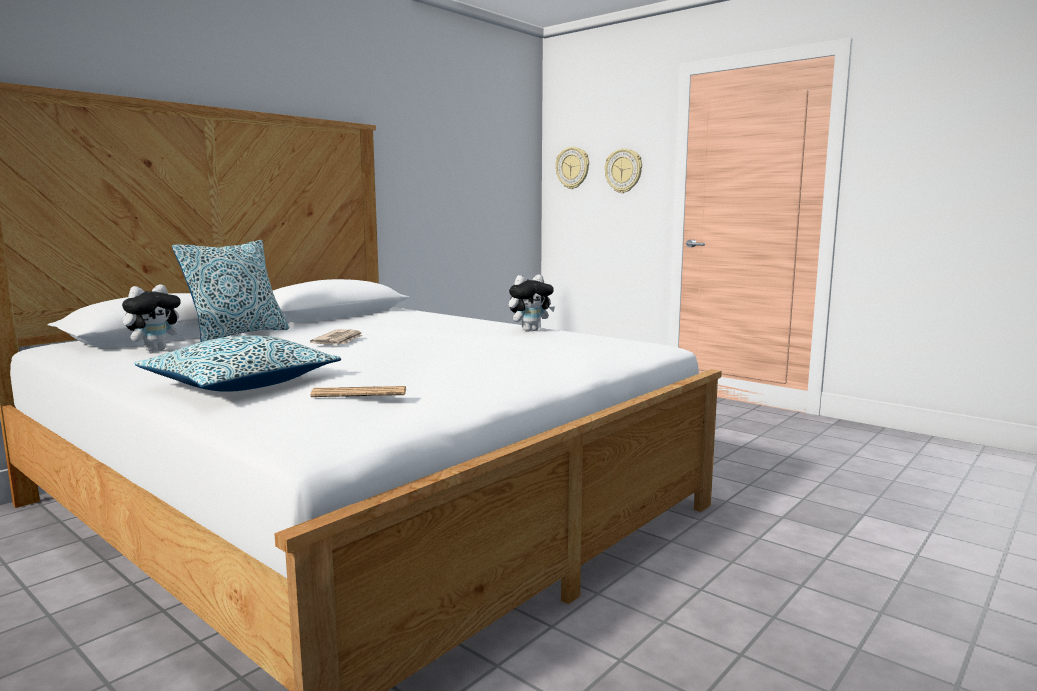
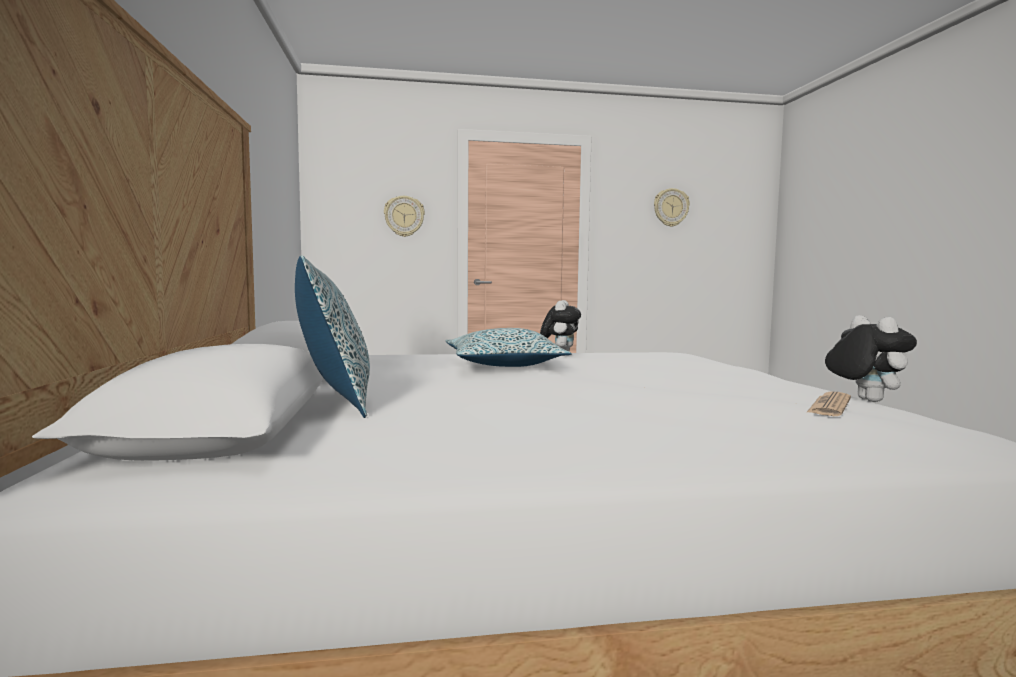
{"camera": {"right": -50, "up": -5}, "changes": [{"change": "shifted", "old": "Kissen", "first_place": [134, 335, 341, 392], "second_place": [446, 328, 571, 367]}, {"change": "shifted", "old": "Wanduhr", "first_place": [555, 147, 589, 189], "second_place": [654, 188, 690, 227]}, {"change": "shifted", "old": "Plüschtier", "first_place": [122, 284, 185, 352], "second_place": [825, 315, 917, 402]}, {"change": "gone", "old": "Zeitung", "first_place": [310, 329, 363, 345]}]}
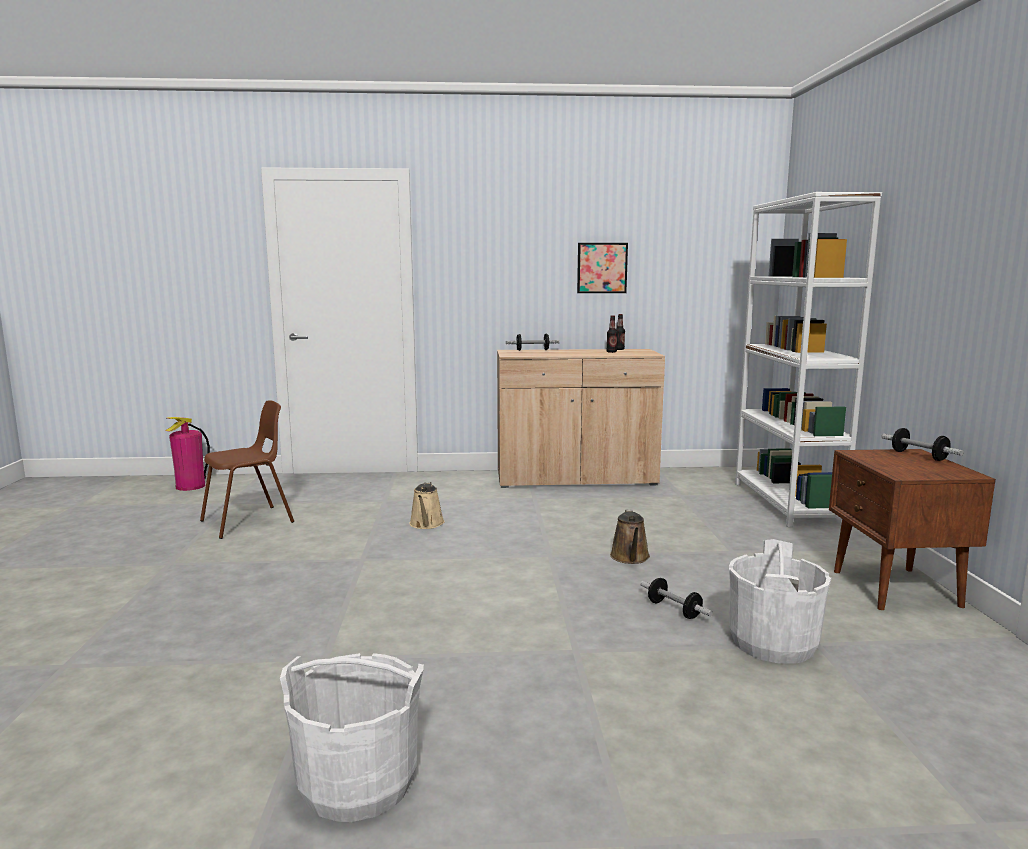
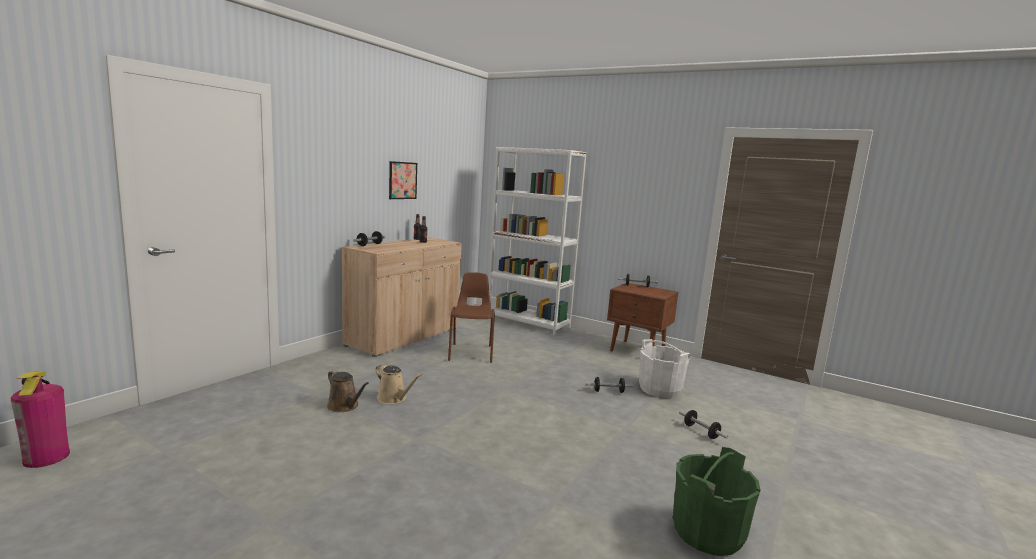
{"camera": {"right": -55, "up": 0}, "changes": [{"change": "shifted", "old": "Gießkanne [braun]", "first_place": [610, 509, 650, 564], "second_place": [327, 370, 369, 412]}, {"change": "shifted", "old": "Stuhl [braun]", "first_place": [200, 400, 294, 539], "second_place": [448, 272, 495, 363]}, {"change": "repainted", "old": "Eimer [weiß]", "new": "Eimer [grün]", "first_place": [280, 653, 424, 822], "second_place": [673, 447, 760, 556]}, {"change": "new", "new": "Hantel", "second_place": [679, 410, 728, 439]}]}
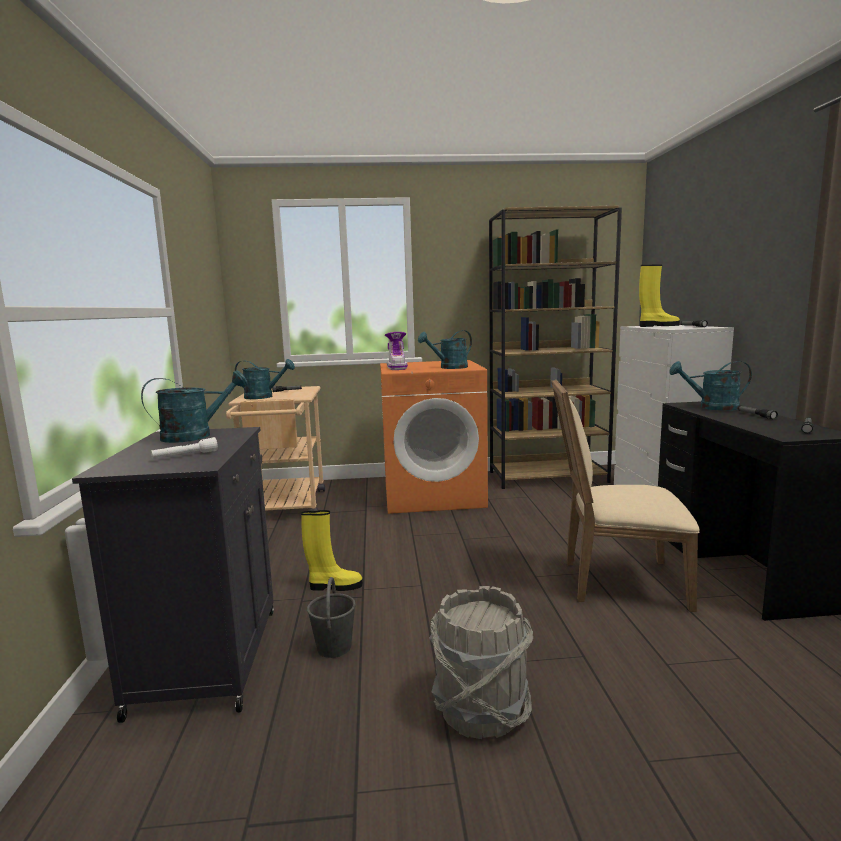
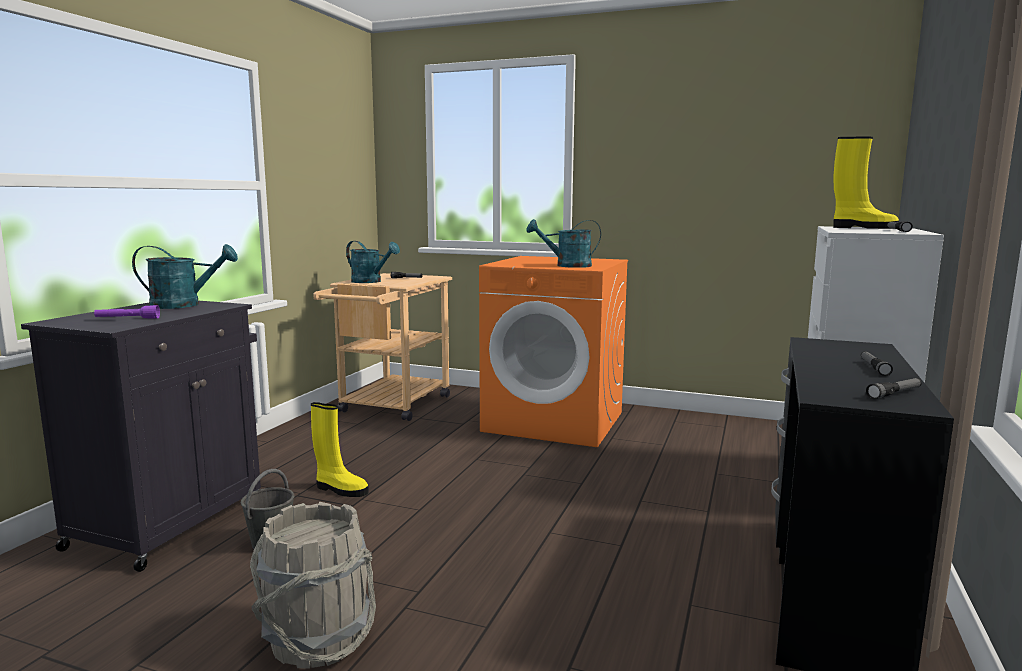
{"camera": {"right": 25, "up": 0}, "changes": [{"change": "repainted", "old": "Taschenlampe [weiß]", "new": "Taschenlampe [lila]", "first_place": [151, 437, 218, 458], "second_place": [94, 305, 160, 319]}, {"change": "gone", "old": "Stiefel", "first_place": [385, 332, 408, 370]}, {"change": "gone", "old": "Bücherregal [braun]", "first_place": [489, 206, 622, 489]}, {"change": "gone", "old": "Stuhl [beige]", "first_place": [551, 379, 700, 612]}, {"change": "gone", "old": "Gießkanne [türkis]", "first_place": [669, 361, 752, 411]}]}
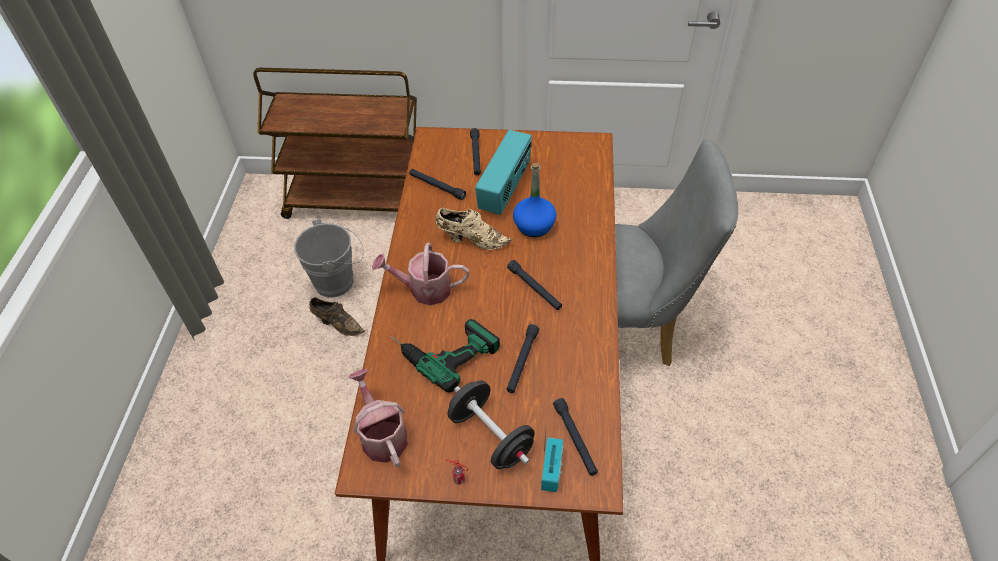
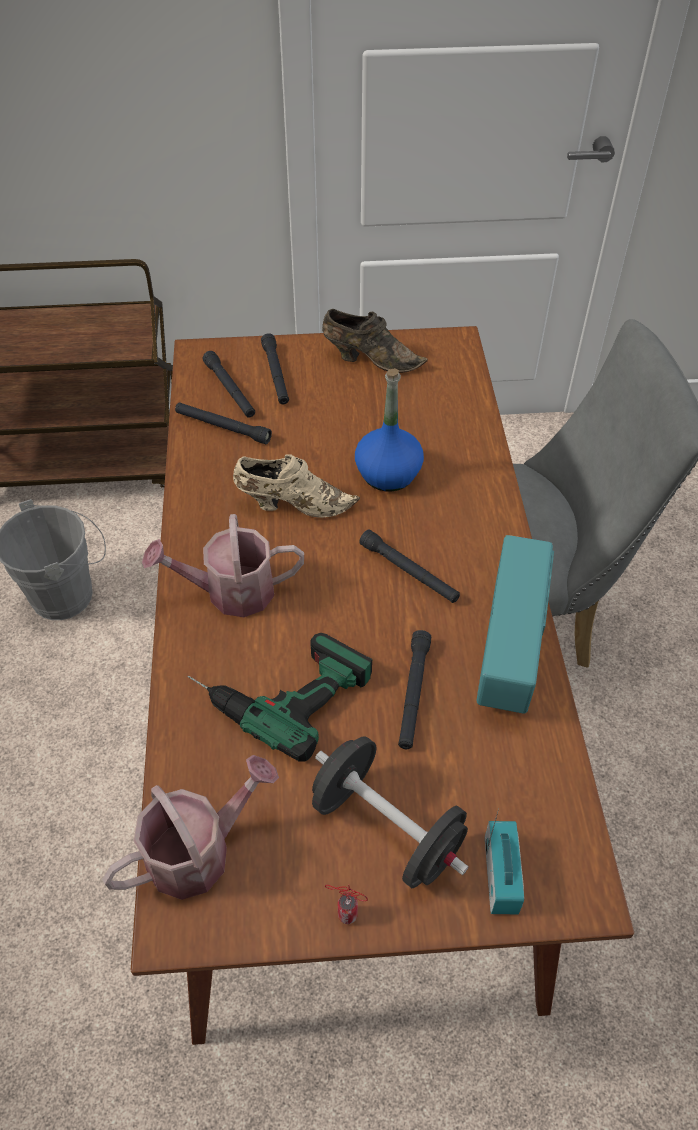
{"camera": {"right": -10, "up": 0}, "changes": [{"change": "rotated", "old": "Gießkanne", "first_place": [348, 369, 408, 467], "second_place": [102, 755, 279, 900], "degrees": 90}, {"change": "shifted", "old": "Taschenlampe [schwarz]", "first_place": [553, 398, 598, 476], "second_place": [203, 351, 255, 418]}, {"change": "shifted", "old": "Schuh [braun]", "first_place": [309, 297, 365, 336], "second_place": [322, 309, 428, 373]}, {"change": "shifted", "old": "Radio", "first_place": [475, 130, 532, 215], "second_place": [476, 535, 554, 713]}]}
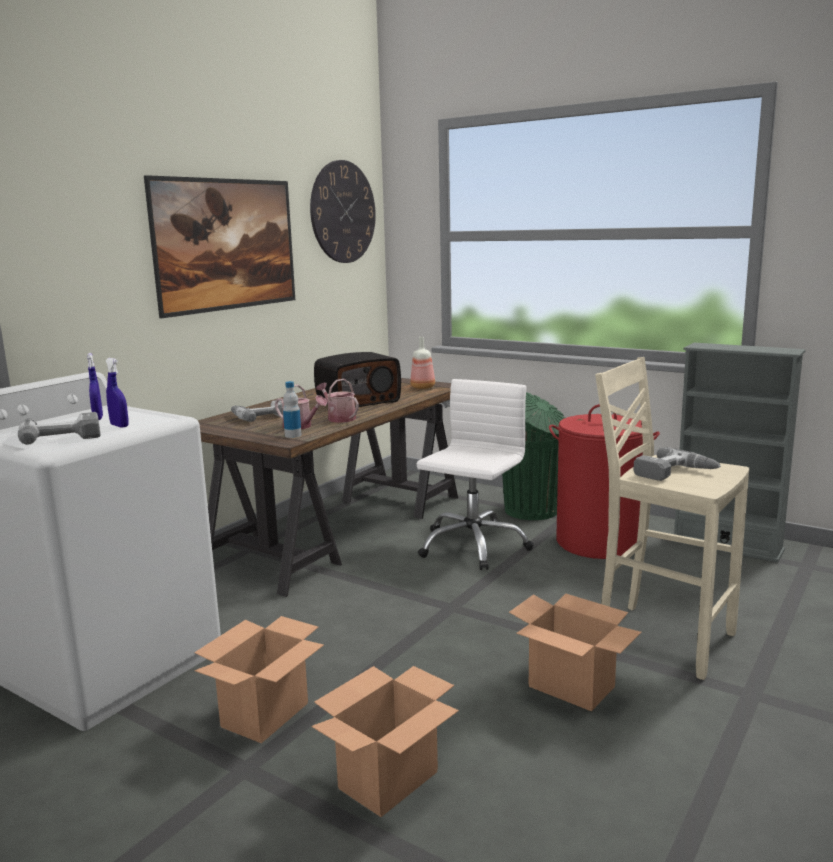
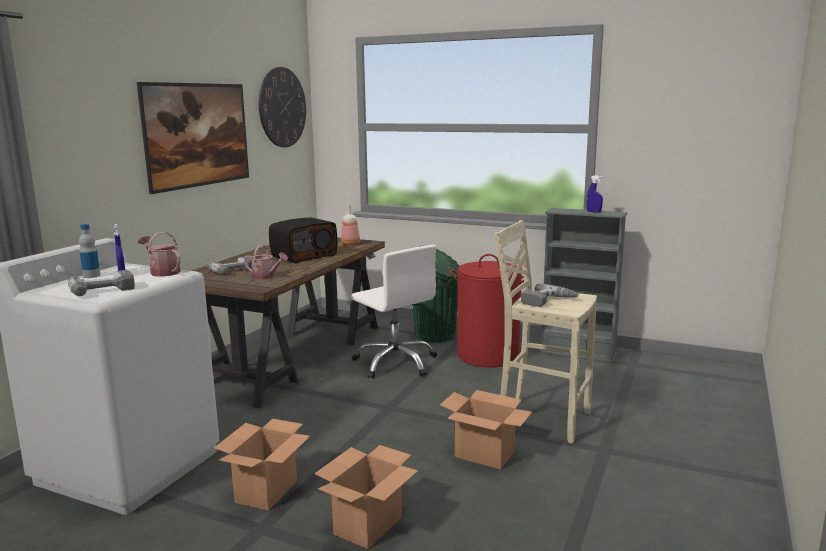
{"camera": {"right": -10, "up": 0}, "changes": [{"change": "shifted", "old": "Flasche", "first_place": [283, 381, 301, 438], "second_place": [79, 224, 100, 278]}, {"change": "shifted", "old": "Gießkanne", "first_place": [316, 379, 359, 423], "second_place": [138, 232, 181, 277]}, {"change": "rotated", "old": "Bürostuhl [weiß]", "first_place": [417, 379, 533, 570], "second_place": [351, 245, 437, 379], "degrees": 120}, {"change": "shifted", "old": "Sprühflasche [blau]", "first_place": [106, 358, 129, 428], "second_place": [586, 175, 603, 212]}]}
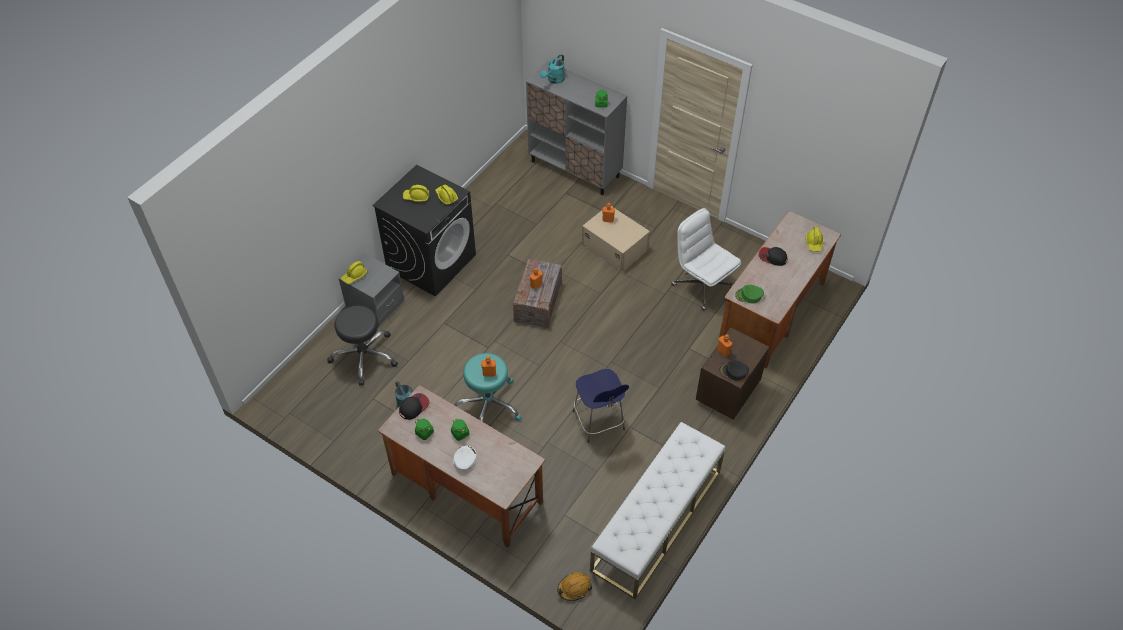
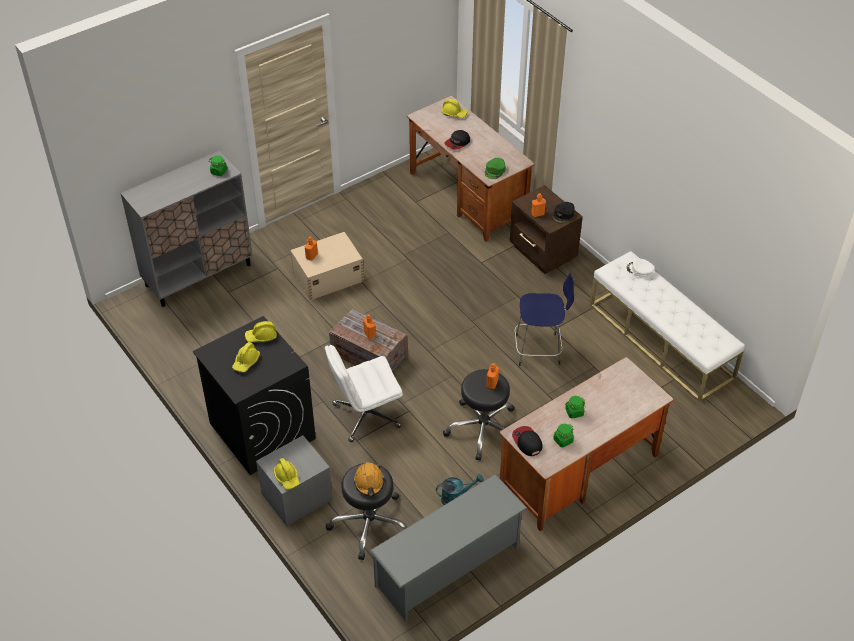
{"camera": {"right": -70, "up": -5}, "changes": [{"change": "shifted", "old": "Bürostuhl [weiß]", "first_place": [671, 208, 741, 311], "second_place": [325, 345, 403, 442]}, {"change": "shifted", "old": "Schutzhelm [orange]", "first_place": [557, 572, 592, 601], "second_place": [354, 462, 384, 496]}, {"change": "new", "new": "Schuhregal [grau]", "second_place": [370, 474, 527, 621]}, {"change": "repainted", "old": "Hocker [türkis]", "new": "Hocker [schwarz]", "first_place": [454, 353, 522, 422], "second_place": [443, 369, 515, 461]}, {"change": "shifted", "old": "Kappe [weiß]", "first_place": [453, 446, 476, 471], "second_place": [626, 258, 655, 278]}, {"change": "gone", "old": "Gießkanne [türkis]", "first_place": [540, 54, 565, 84]}]}
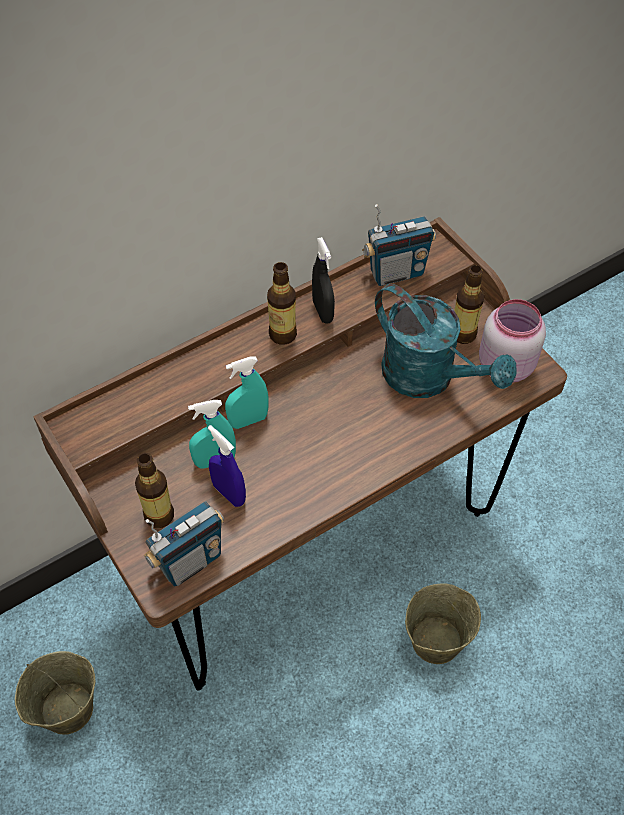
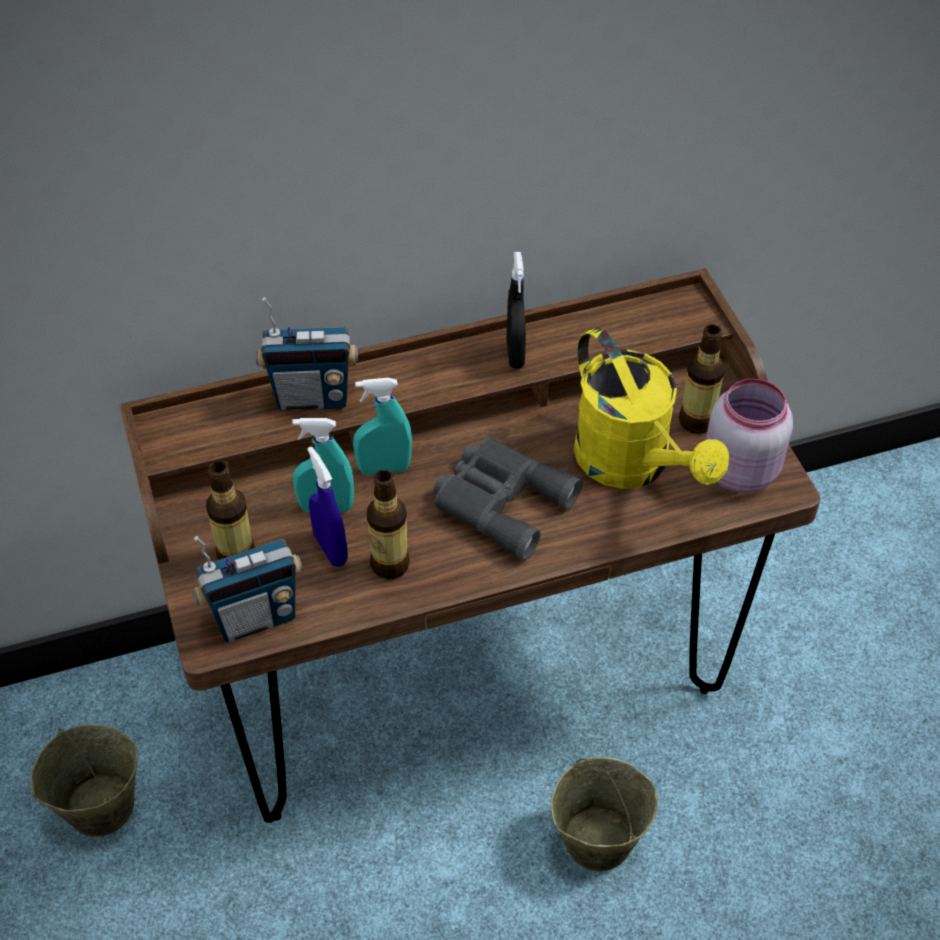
{"camera": {"right": 15, "up": -5}, "changes": [{"change": "shifted", "old": "Radio", "first_place": [362, 204, 436, 286], "second_place": [256, 297, 358, 411]}, {"change": "shifted", "old": "Flasche", "first_place": [267, 262, 297, 345], "second_place": [367, 470, 410, 579]}, {"change": "new", "new": "Fernglas [grau]", "second_place": [434, 437, 583, 561]}, {"change": "repainted", "old": "Gießkanne [türkis]", "new": "Gießkanne [gelb]", "first_place": [375, 284, 516, 398], "second_place": [574, 328, 729, 489]}]}
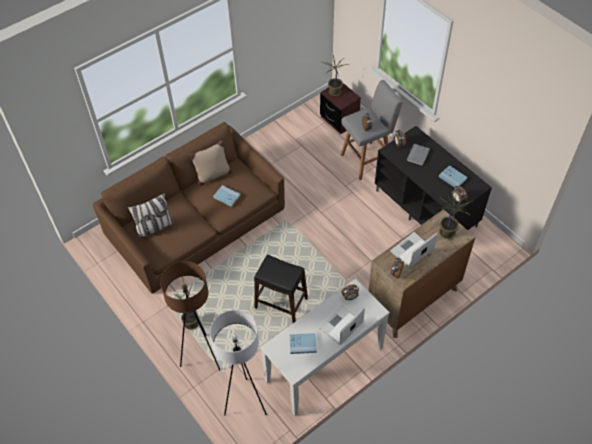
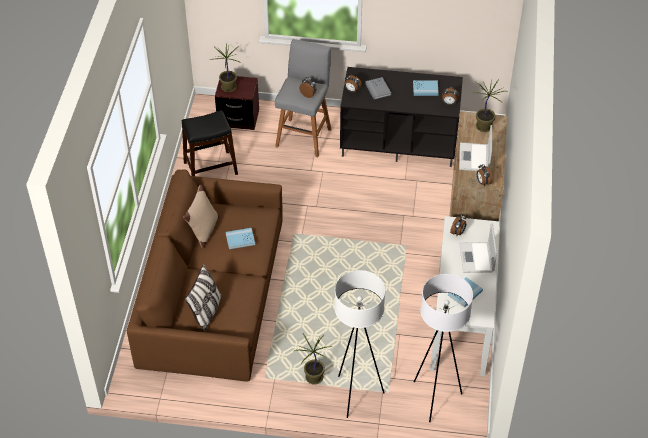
{"camera": {"right": -45, "up": -5}, "changes": [{"change": "shifted", "old": "Hocker [schwarz]", "first_place": [254, 255, 308, 323], "second_place": [182, 110, 238, 176]}, {"change": "repainted", "old": "Stehlampe [braun]", "new": "Stehlampe [weiß]", "first_place": [160, 261, 220, 370], "second_place": [334, 270, 385, 418]}]}
